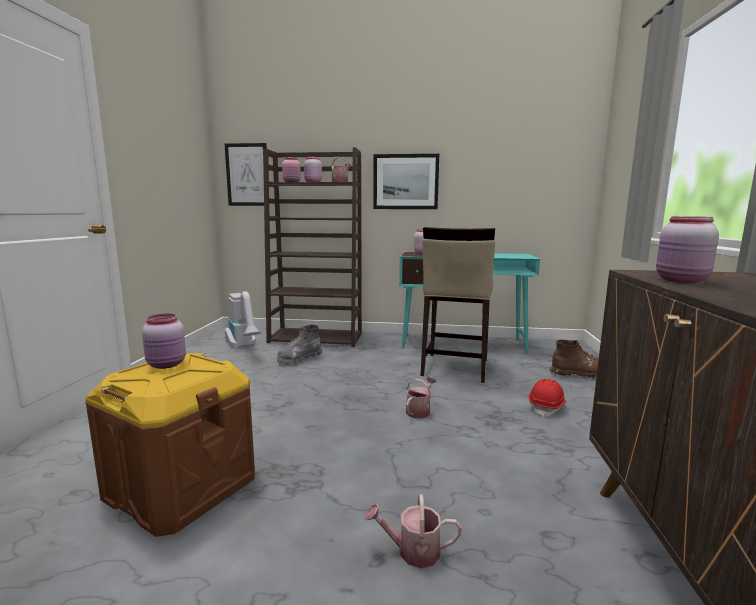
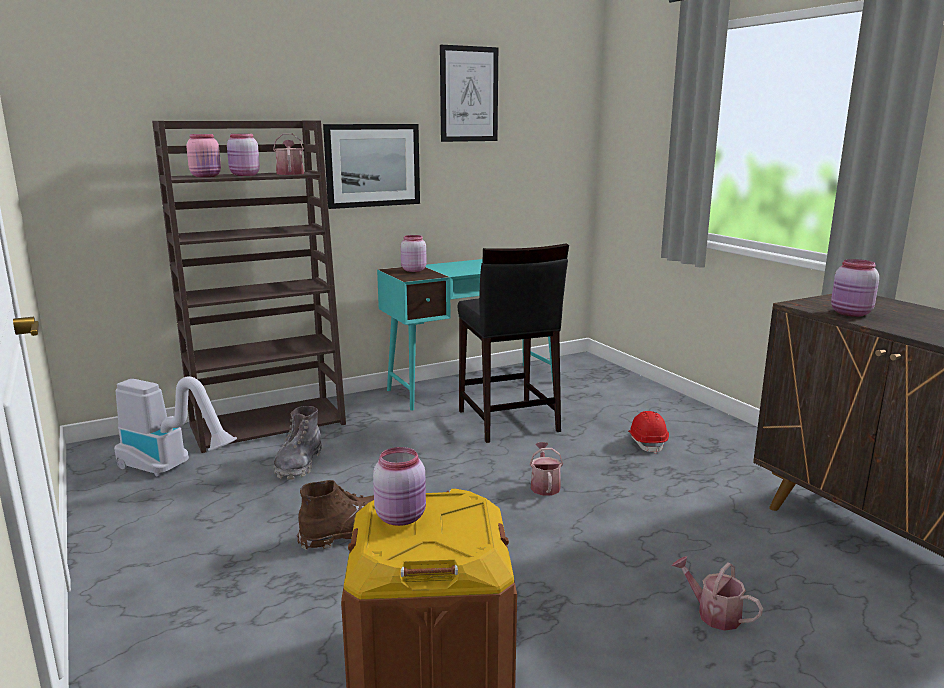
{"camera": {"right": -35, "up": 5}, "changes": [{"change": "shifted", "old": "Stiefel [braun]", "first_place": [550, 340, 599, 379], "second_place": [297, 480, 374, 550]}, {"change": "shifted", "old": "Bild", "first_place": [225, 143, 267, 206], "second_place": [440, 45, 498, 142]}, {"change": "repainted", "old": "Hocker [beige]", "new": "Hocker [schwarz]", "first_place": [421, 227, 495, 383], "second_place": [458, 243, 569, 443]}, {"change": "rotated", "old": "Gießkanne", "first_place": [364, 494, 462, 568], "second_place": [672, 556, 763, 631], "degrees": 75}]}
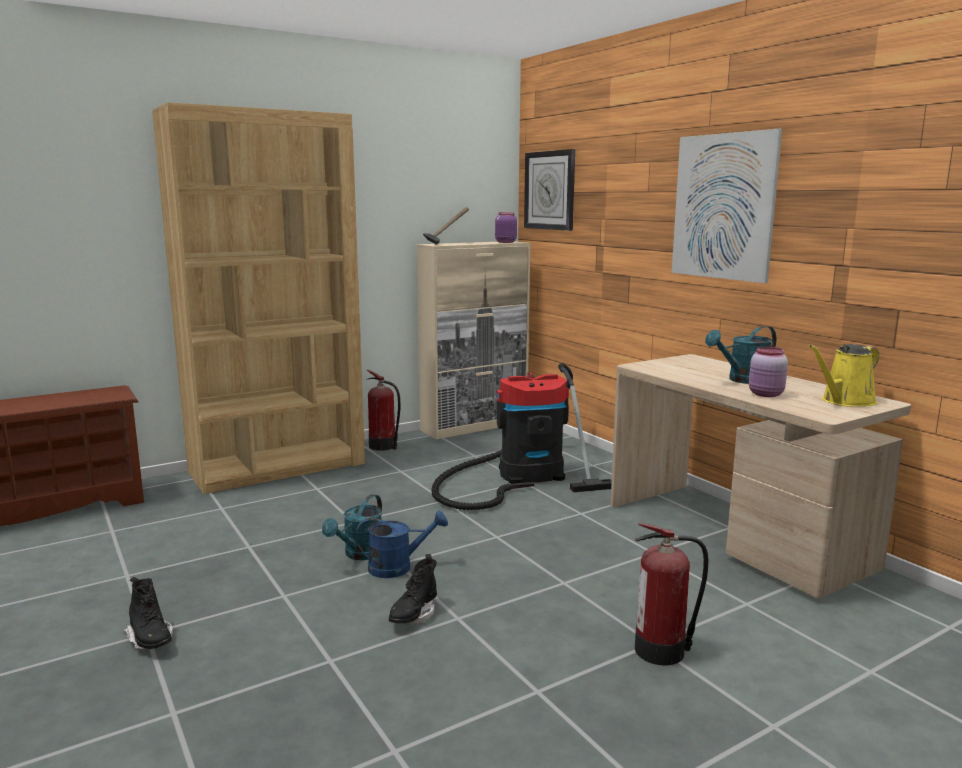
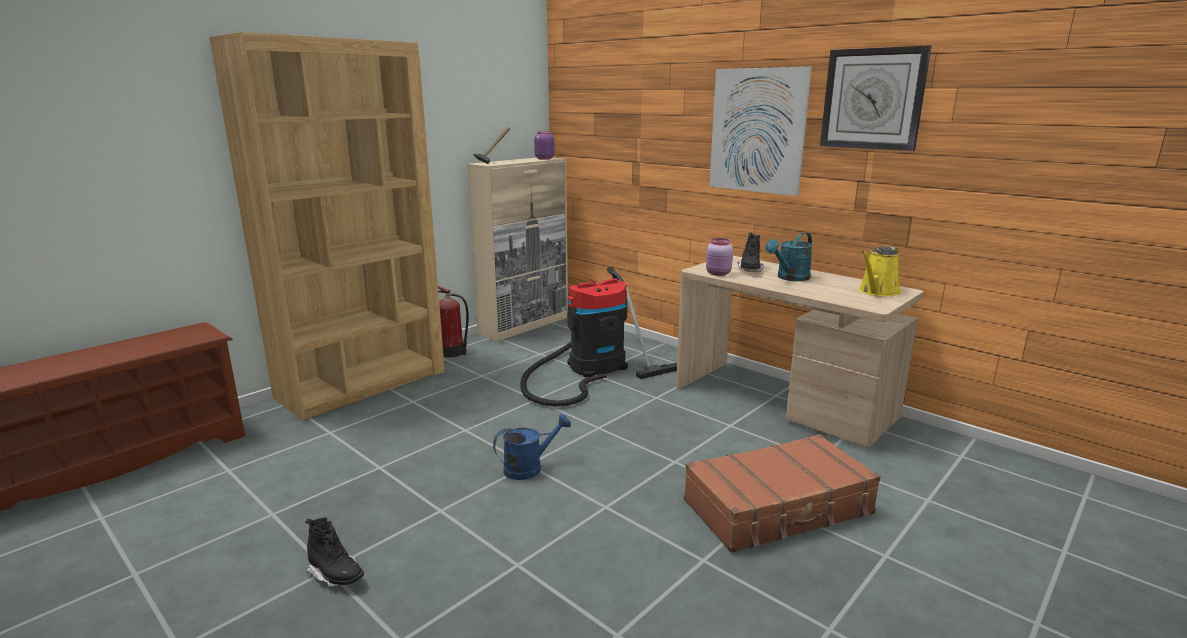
{"camera": {"right": -15, "up": 5}, "changes": [{"change": "swapped", "old": "Feuerlöscher", "new": "Koffer [braun]", "first_place": [635, 523, 708, 665], "second_place": [684, 434, 881, 553]}, {"change": "shifted", "old": "Vorratsglas [rosa]", "first_place": [749, 346, 788, 397], "second_place": [706, 238, 733, 276]}, {"change": "shifted", "old": "Stiefel [schwarz]", "first_place": [389, 554, 437, 625], "second_place": [738, 233, 764, 272]}, {"change": "shifted", "old": "Wanduhr", "first_place": [524, 149, 575, 231], "second_place": [820, 45, 931, 151]}, {"change": "gone", "old": "Gießkanne [türkis]", "first_place": [322, 494, 382, 560]}]}
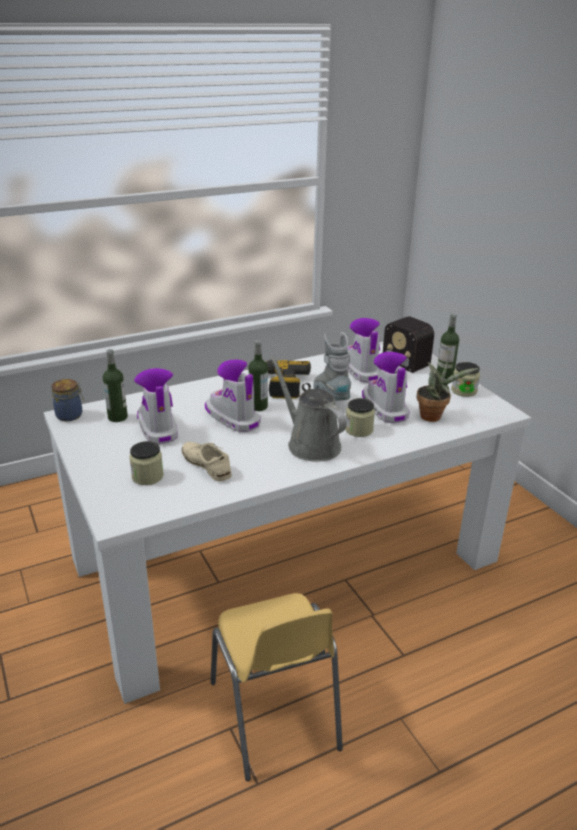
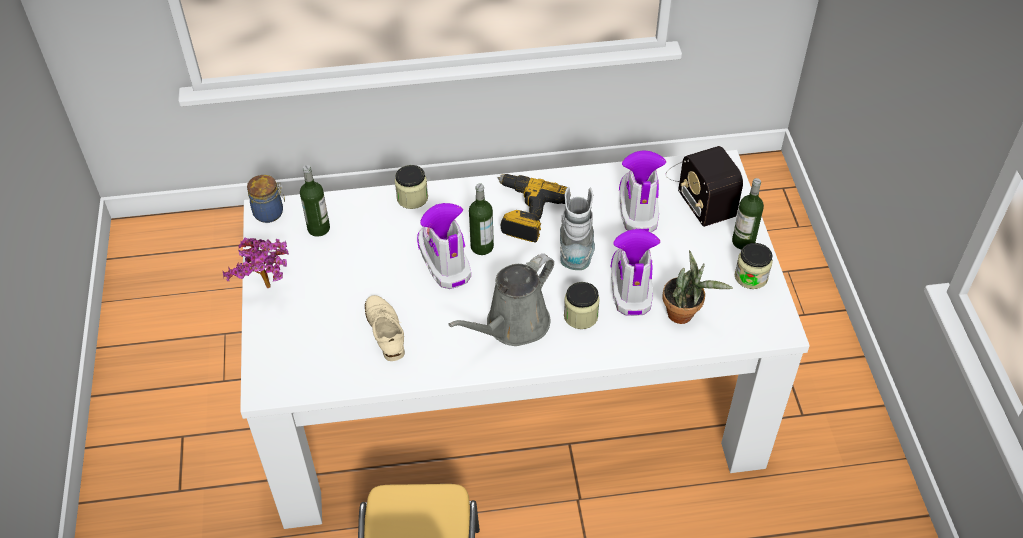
{"camera": {"right": 20, "up": 20}, "changes": [{"change": "new", "new": "Topfpflanze", "second_place": [223, 238, 289, 288]}, {"change": "shifted", "old": "Vorratsglas", "first_place": [129, 441, 164, 485], "second_place": [395, 165, 428, 209]}, {"change": "rotated", "old": "Gießkanne [grau]", "first_place": [270, 357, 347, 462], "second_place": [448, 254, 554, 346], "degrees": -120}, {"change": "gone", "old": "Stiefel", "first_place": [134, 368, 178, 444]}]}
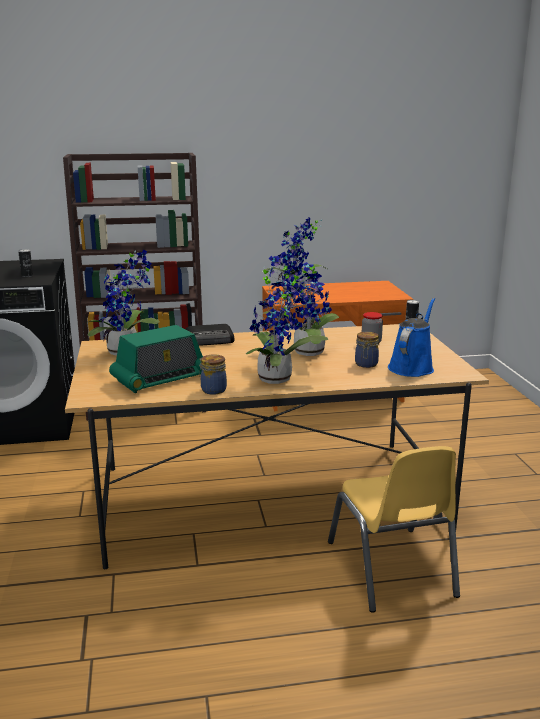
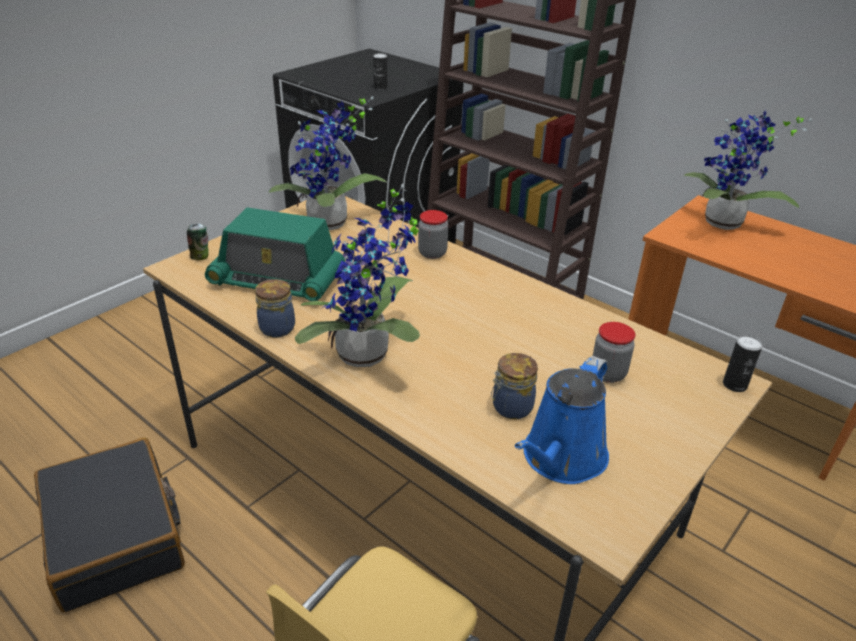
{"camera": {"right": 50, "up": 15}, "changes": [{"change": "new", "new": "Koffer [schwarz]", "second_place": [34, 438, 185, 613]}, {"change": "new", "new": "Dose", "second_place": [187, 223, 209, 260]}, {"change": "swapped", "old": "Radio", "new": "Vorratsglas", "first_place": [185, 324, 234, 346], "second_place": [418, 210, 448, 259]}, {"change": "rotated", "old": "Gießkanne [blau]", "first_place": [388, 298, 435, 377], "second_place": [515, 356, 609, 484], "degrees": 135}, {"change": "gone", "old": "Topfpflanze", "first_place": [263, 252, 339, 356]}]}
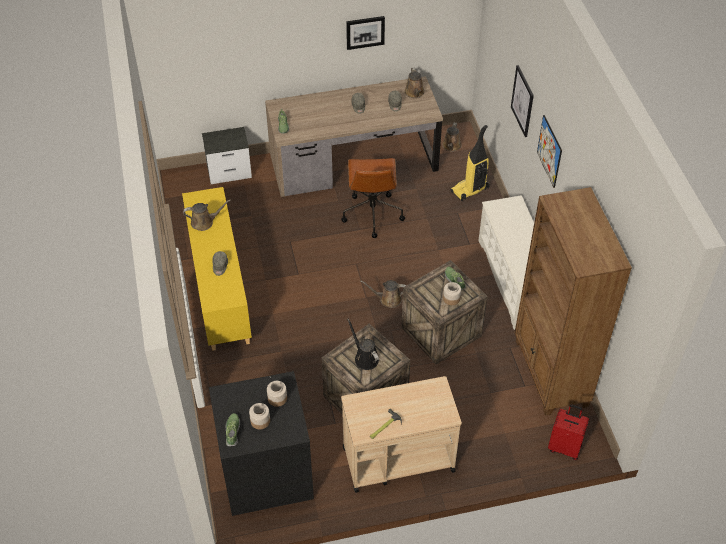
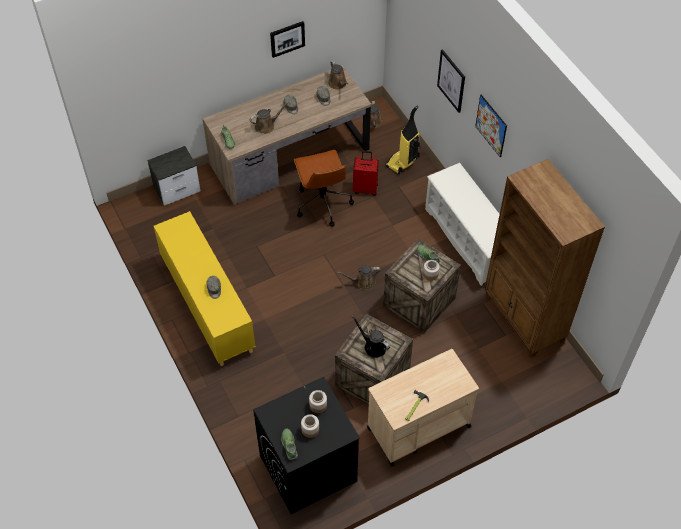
{"camera": {"right": -15, "up": 5}, "changes": [{"change": "shifted", "old": "Gießkanne [braun]", "first_place": [183, 200, 231, 231], "second_place": [250, 101, 289, 134]}, {"change": "shifted", "old": "Koffer [rot]", "first_place": [548, 404, 589, 460], "second_place": [353, 151, 379, 196]}]}
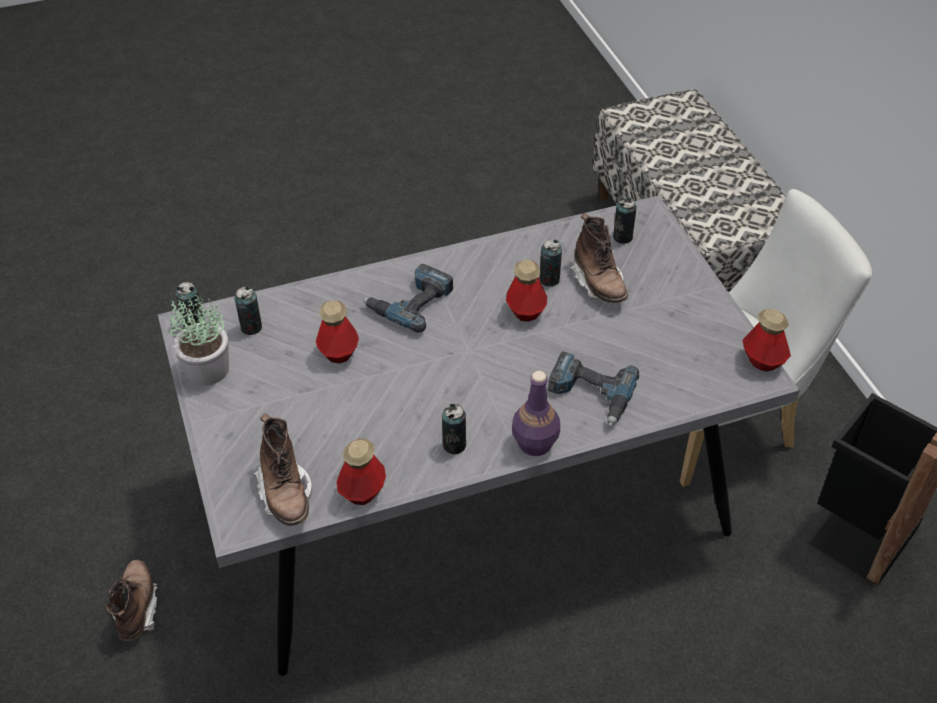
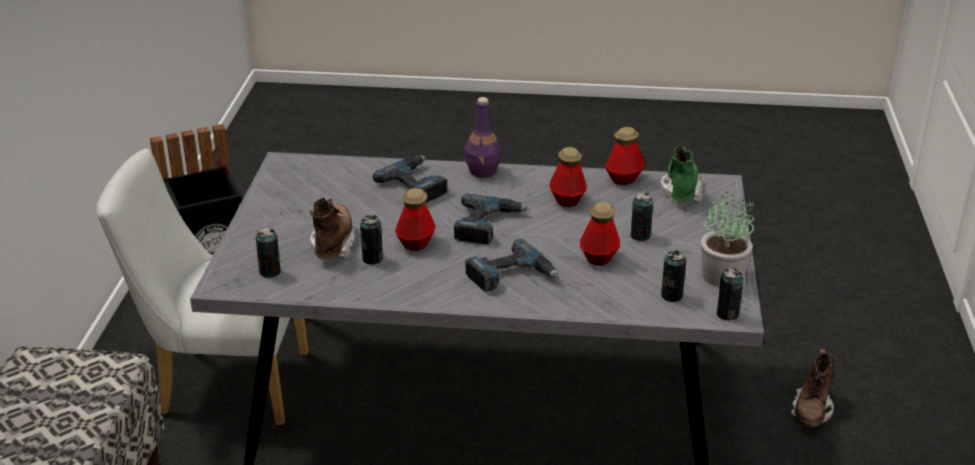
{"camera": {"right": -155, "up": -15}, "changes": [{"change": "new", "new": "Bohrmaschine", "second_place": [454, 194, 529, 245]}, {"change": "shifted", "old": "Flasche", "first_place": [742, 309, 791, 372], "second_place": [550, 147, 586, 207]}, {"change": "shifted", "old": "Dose", "first_place": [442, 404, 466, 454], "second_place": [630, 193, 653, 241]}, {"change": "repainted", "old": "Stiefel [braun]", "new": "Stiefel [grün]", "first_place": [253, 413, 312, 526], "second_place": [661, 145, 703, 202]}]}
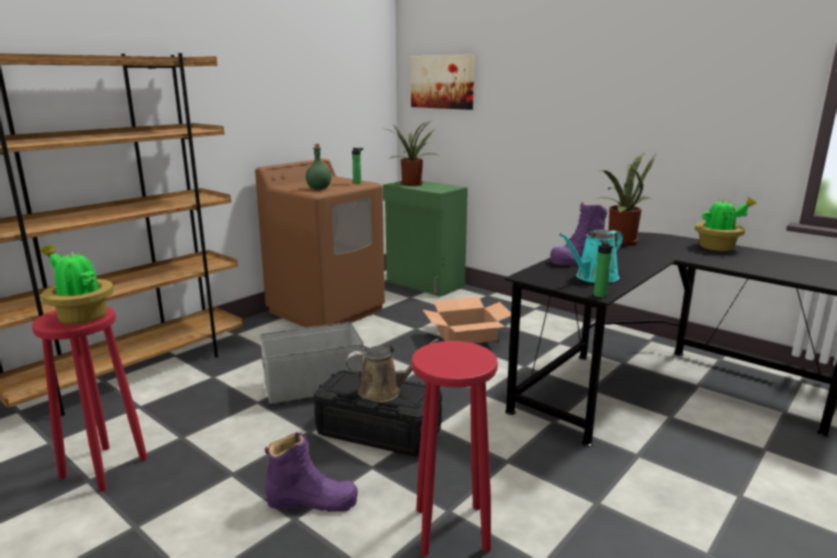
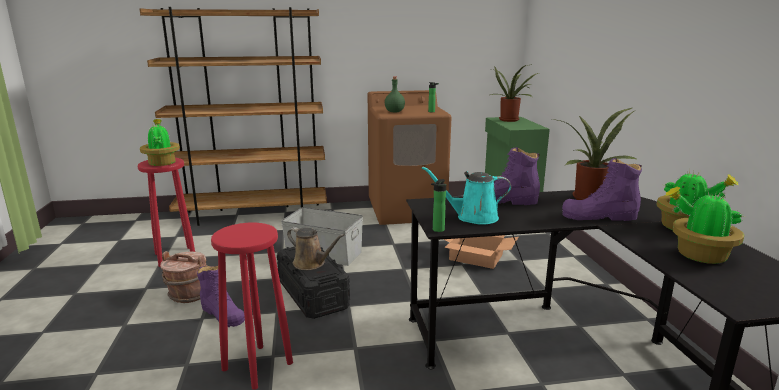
{"camera": {"right": 40, "up": 0}, "changes": [{"change": "new", "new": "Eimer [braun]", "second_place": [160, 251, 207, 303]}, {"change": "new", "new": "Stiefel [lila]", "second_place": [562, 158, 642, 221]}, {"change": "new", "new": "Topfpflanze", "second_place": [665, 187, 745, 264]}, {"change": "gone", "old": "Bild", "first_place": [411, 55, 474, 110]}]}
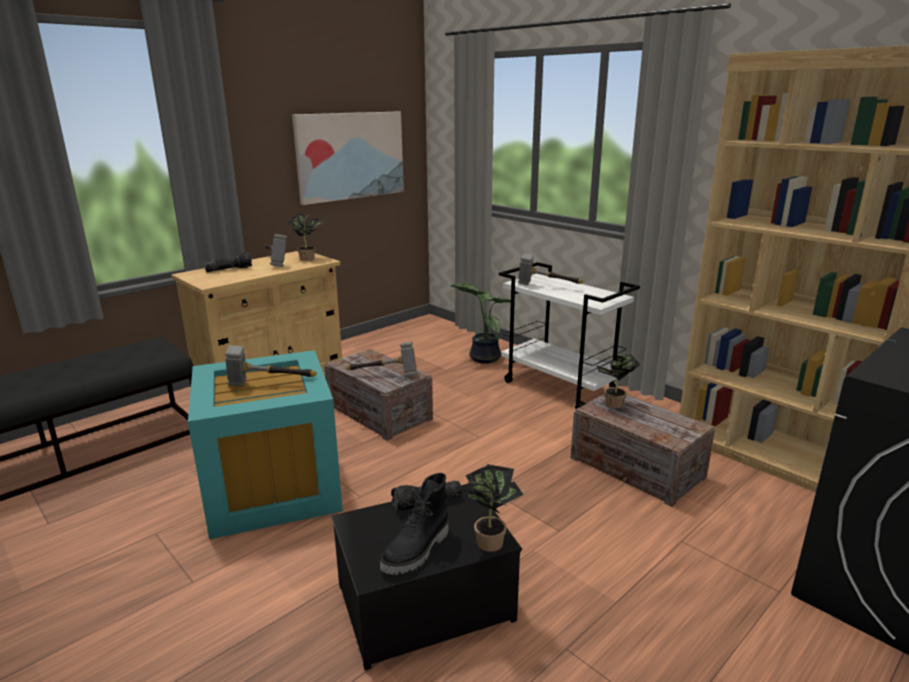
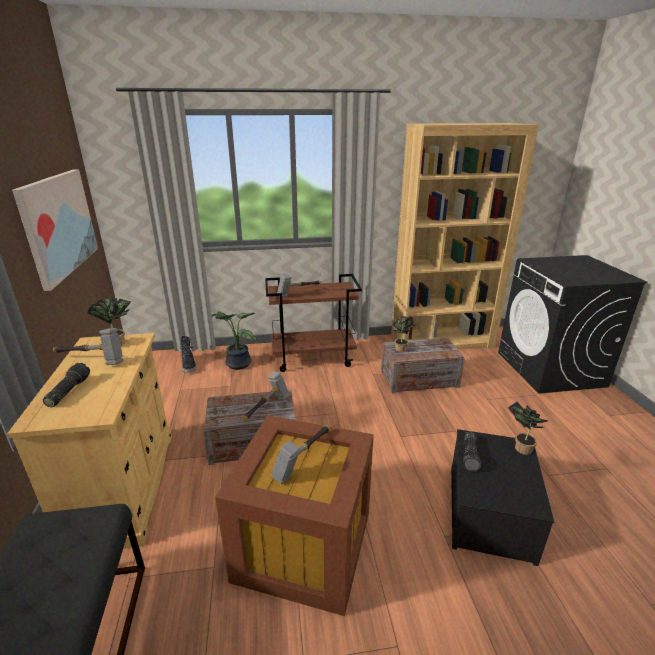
{"camera": {"right": -55, "up": 5}, "changes": [{"change": "shifted", "old": "Stiefel [schwarz]", "first_place": [380, 473, 448, 575], "second_place": [180, 336, 196, 373]}, {"change": "repainted", "old": "Aufbewahrungsbox [türkis]", "new": "Aufbewahrungsbox [braun]", "first_place": [188, 350, 343, 539], "second_place": [215, 415, 374, 616]}, {"change": "repainted", "old": "Rollwagen [weiß]", "new": "Rollwagen [braun]", "first_place": [499, 262, 640, 409], "second_place": [265, 274, 362, 372]}]}
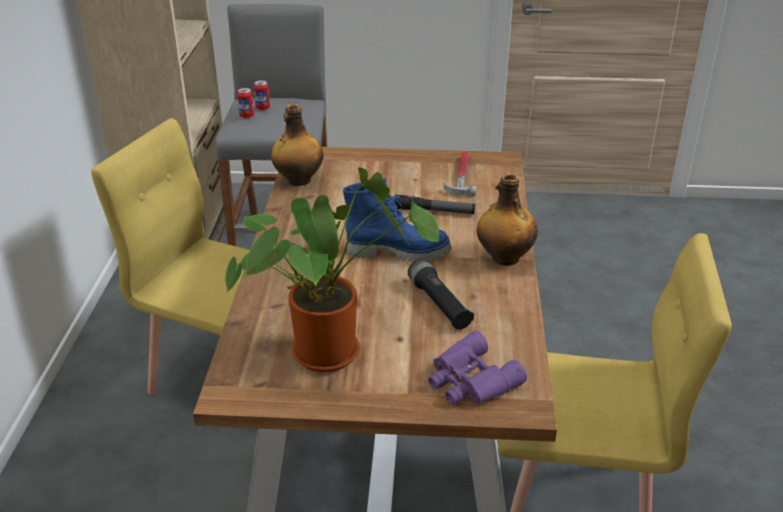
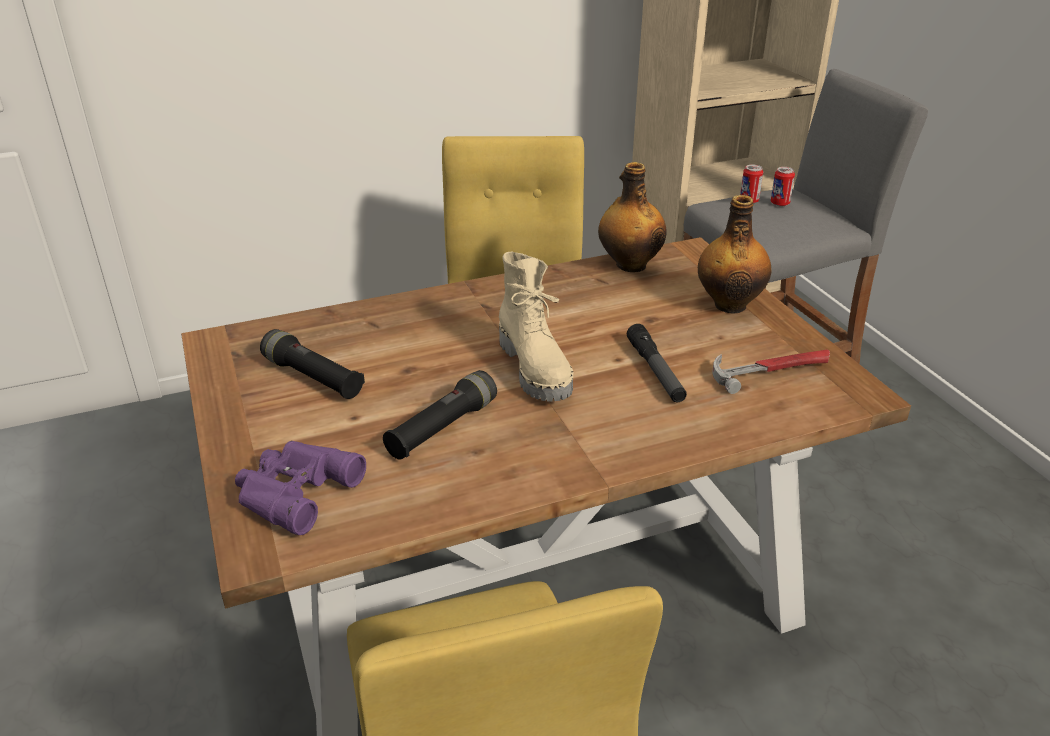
{"camera": {"right": 65, "up": 0}, "changes": [{"change": "swapped", "old": "Topfpflanze", "new": "Taschenlampe [schwarz]", "first_place": [225, 168, 439, 372], "second_place": [260, 329, 365, 399]}, {"change": "repainted", "old": "Stiefel [blau]", "new": "Stiefel [beige]", "first_place": [343, 179, 452, 262], "second_place": [499, 252, 573, 402]}, {"change": "shifted", "old": "Flasche", "first_place": [477, 173, 538, 266], "second_place": [698, 195, 771, 314]}]}
